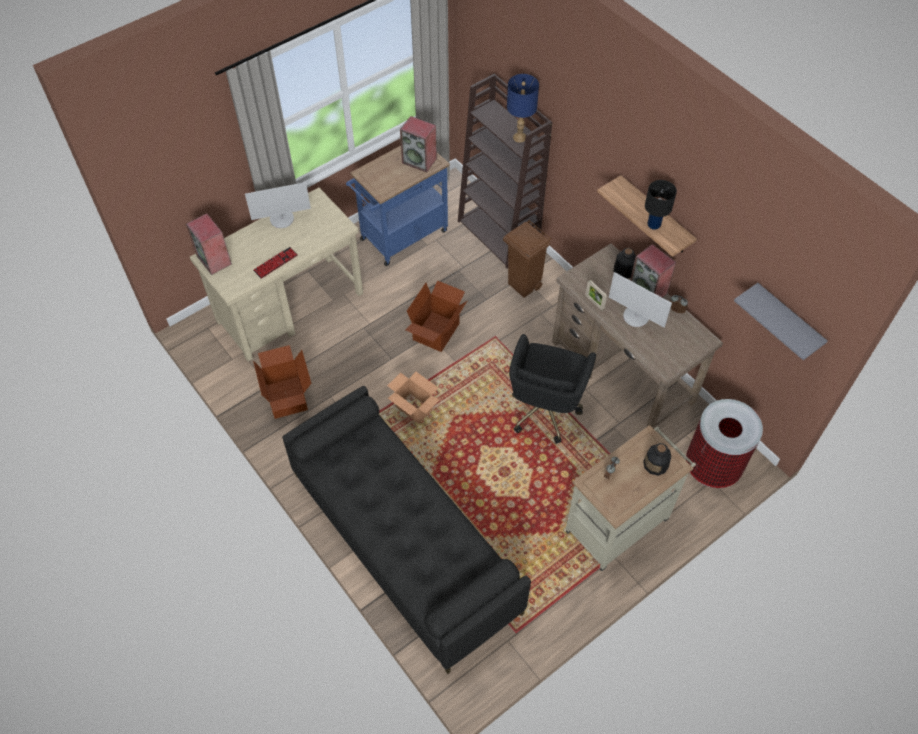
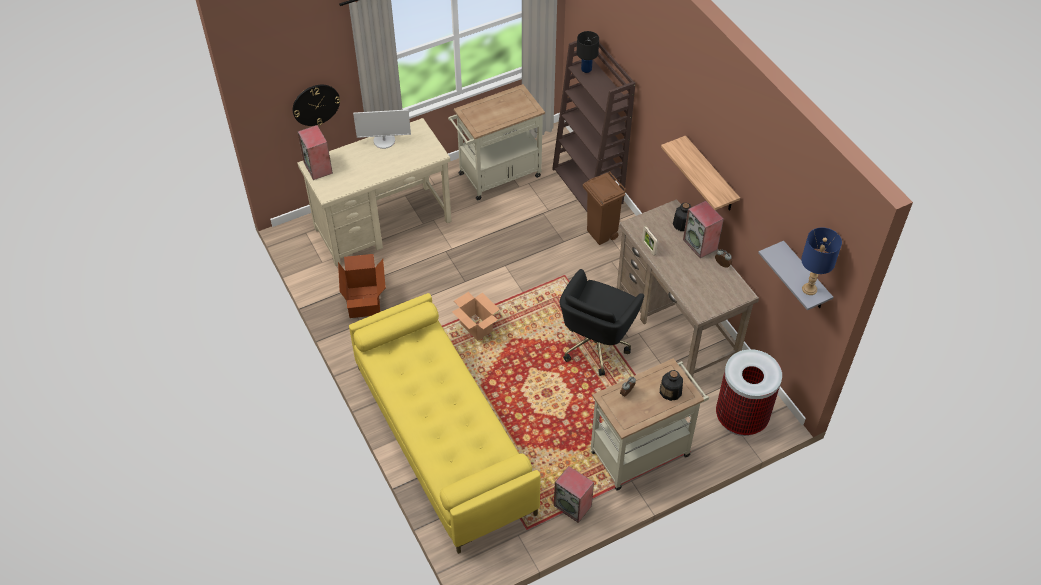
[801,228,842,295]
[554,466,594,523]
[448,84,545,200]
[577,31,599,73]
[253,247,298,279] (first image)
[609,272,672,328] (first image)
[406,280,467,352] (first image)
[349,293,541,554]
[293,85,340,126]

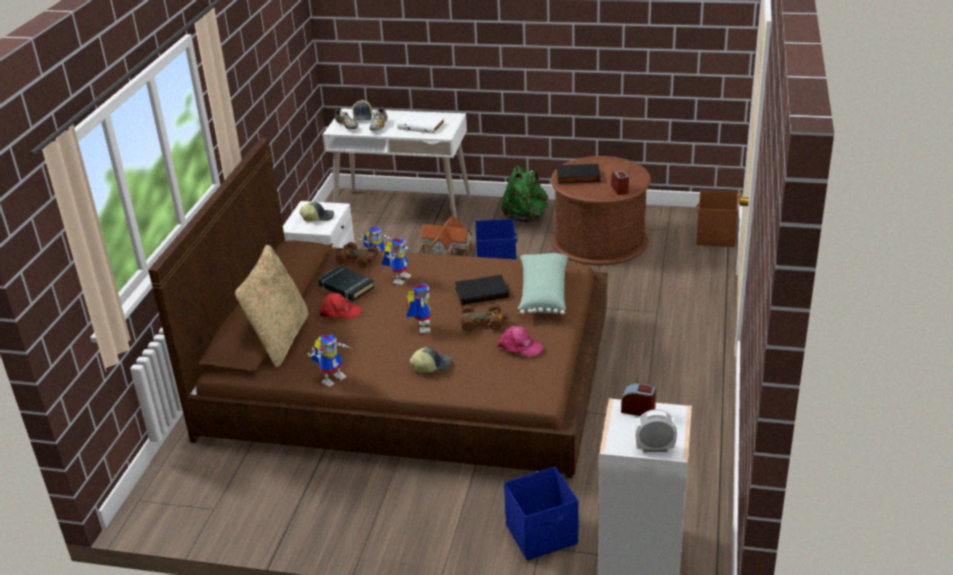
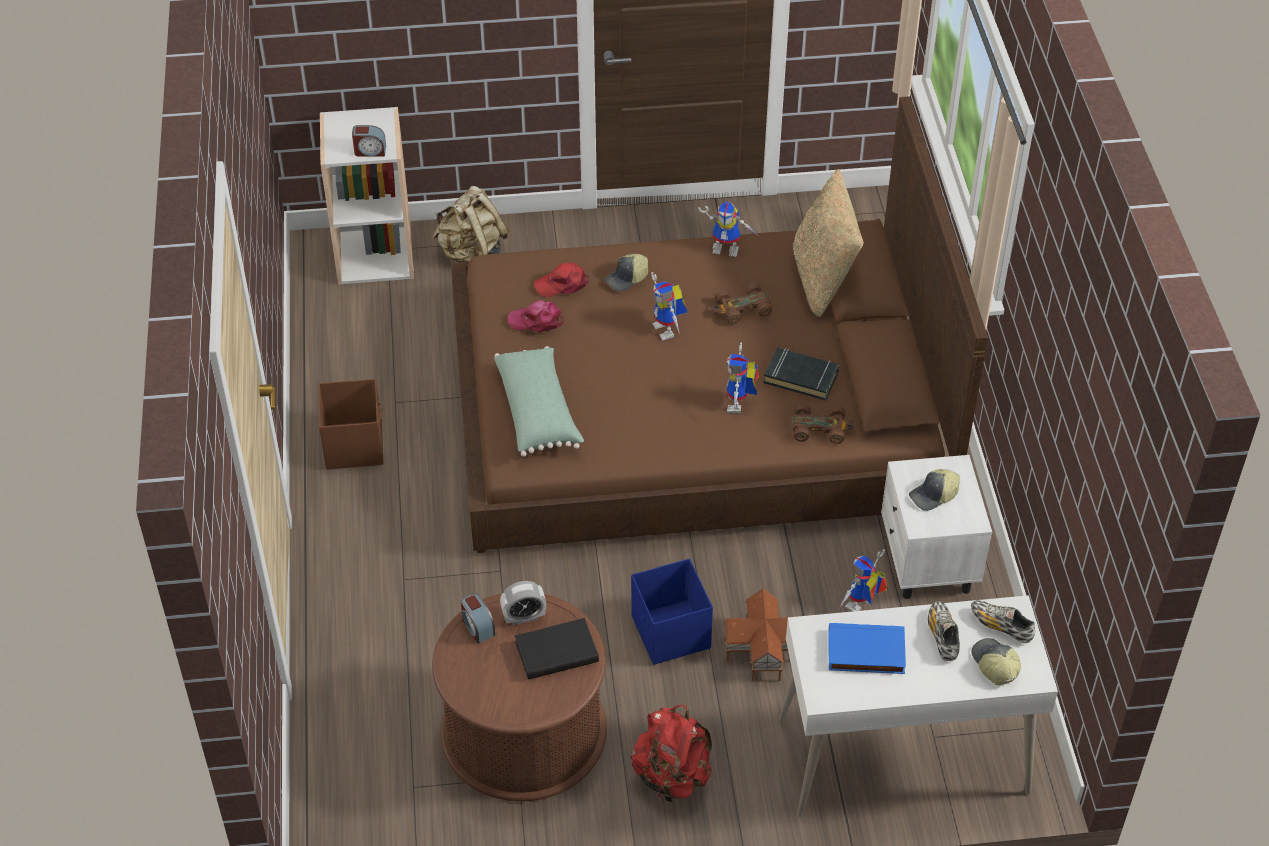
[829,623,906,674]
[631,705,712,803]
[319,379,383,470]
[455,275,509,305] (first image)
[534,263,589,297]
[712,282,772,324]
[698,201,758,257]
[500,581,546,625]
[433,186,509,262]

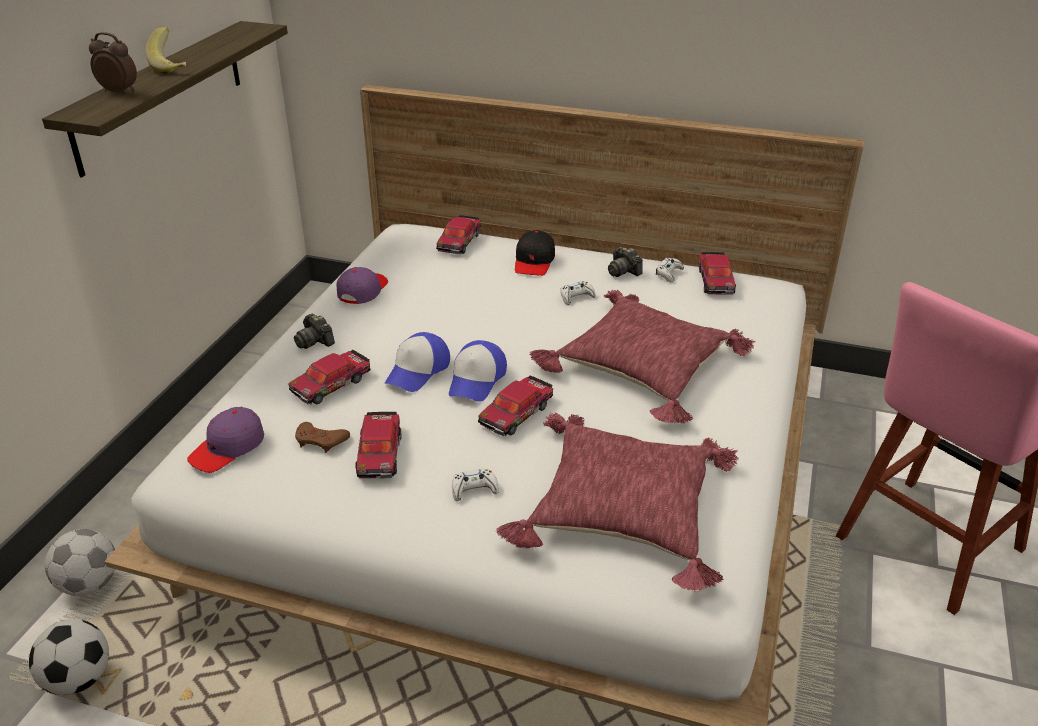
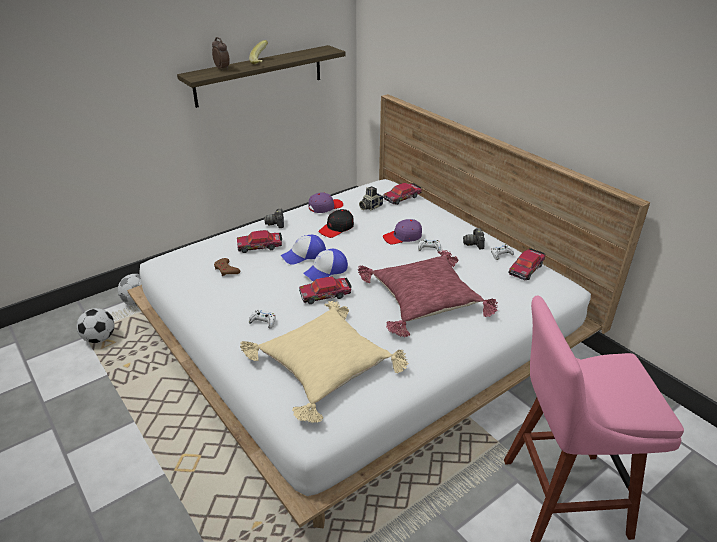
[318,209,354,238]
[383,219,422,244]
[355,412,401,479] (first image)
[240,300,409,423]
[359,186,383,210]

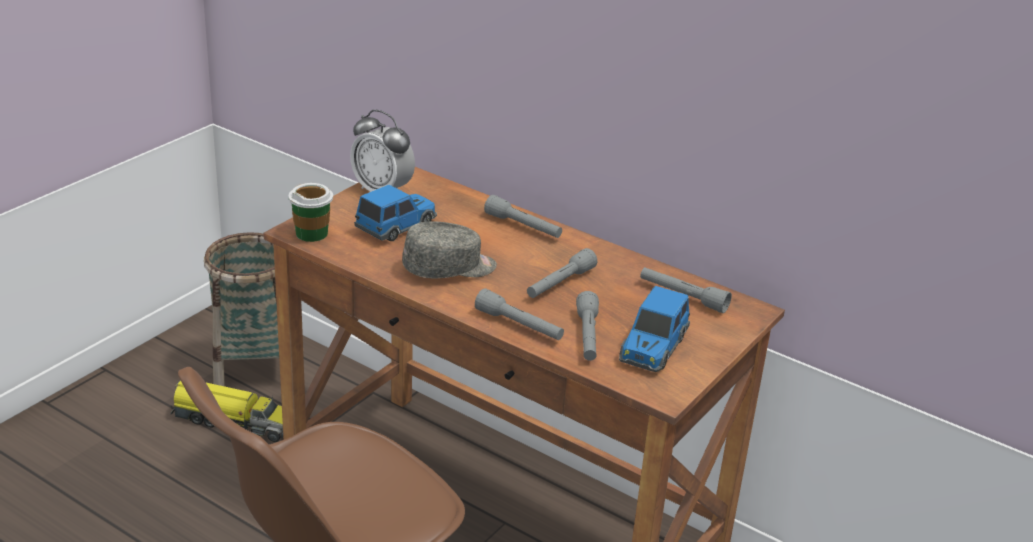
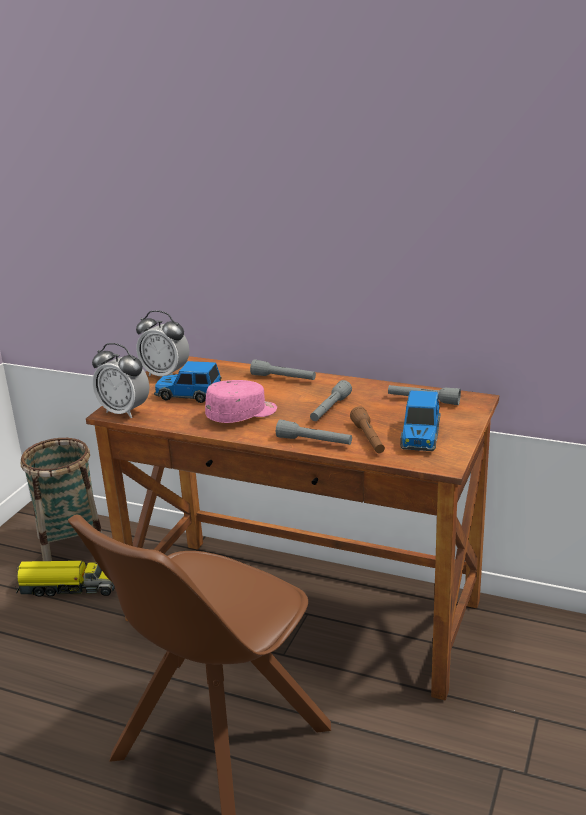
[92,343,149,418]
[154,361,222,403]
[205,380,277,423]
[350,406,385,453]

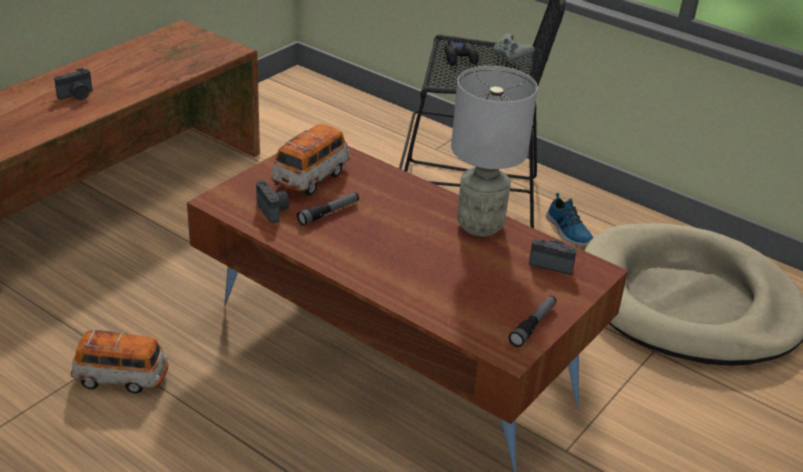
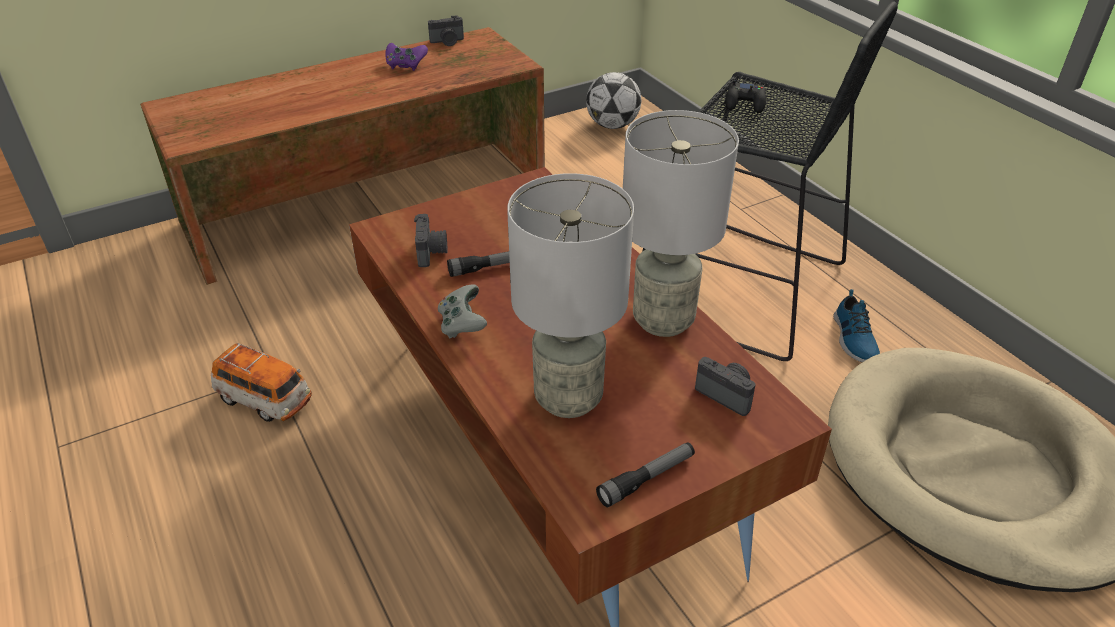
[438,284,487,339]
[428,15,464,46]
[271,124,350,196] (first image)
[385,43,428,71]
[586,72,641,129]
[507,173,634,418]

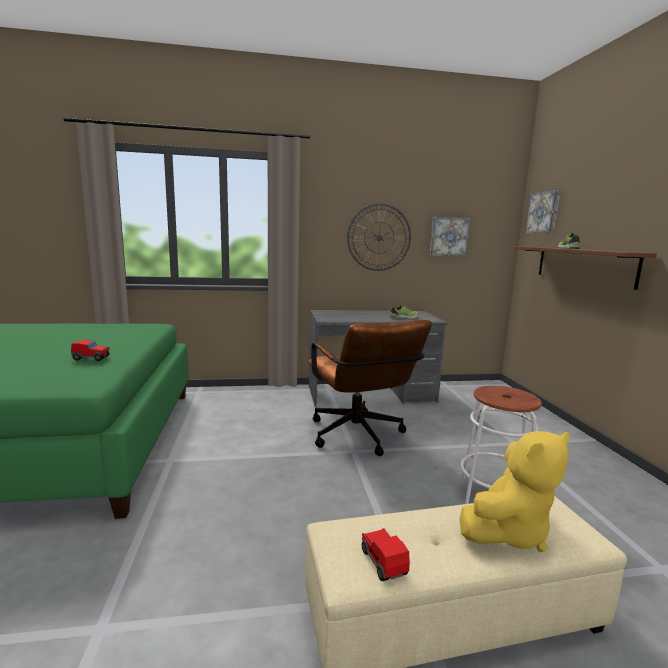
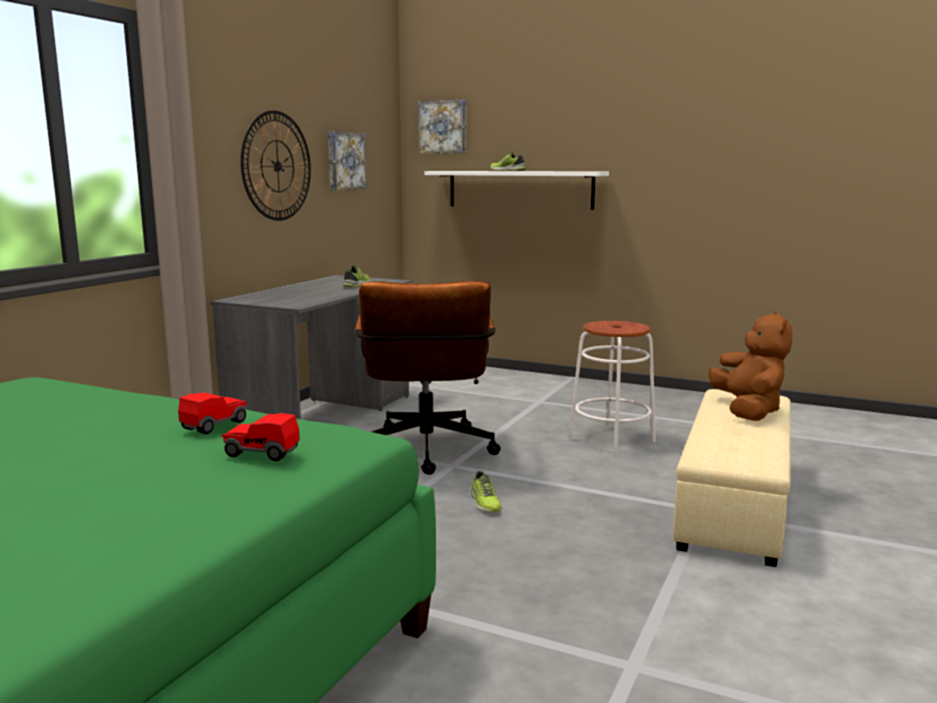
[425,171,609,210]
[355,280,501,475]
[709,311,793,421]
[222,413,300,461]
[471,471,502,512]

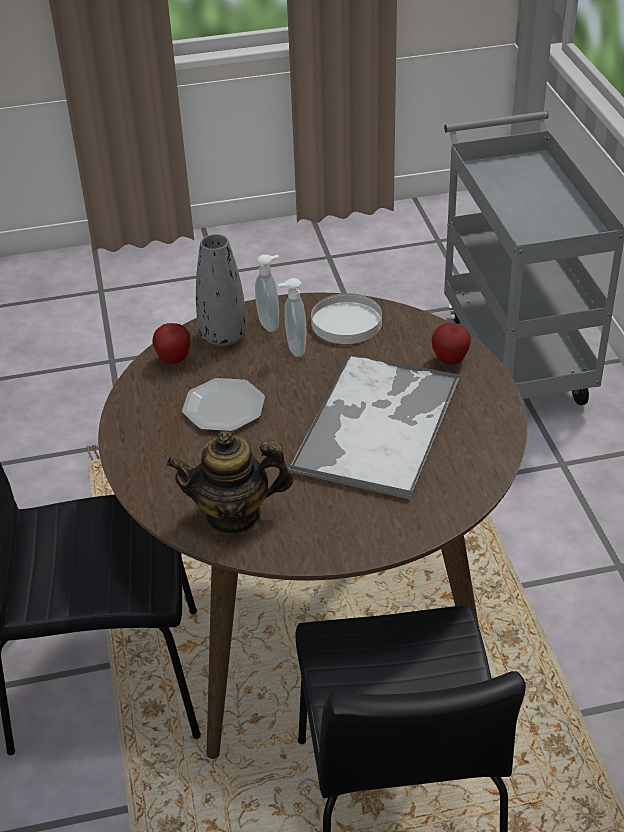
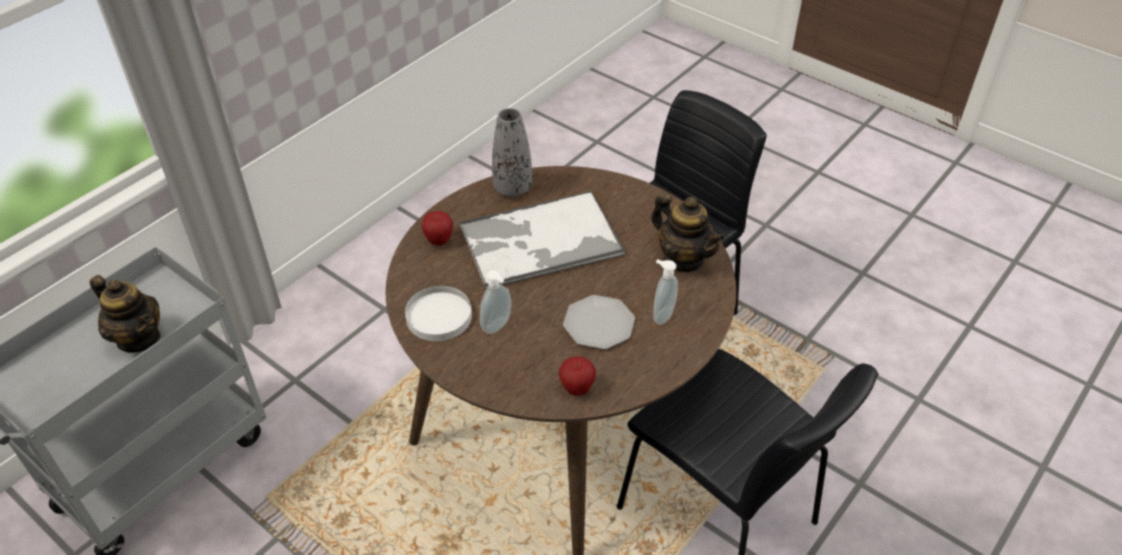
[492,108,532,197]
[653,259,678,325]
[89,275,161,353]

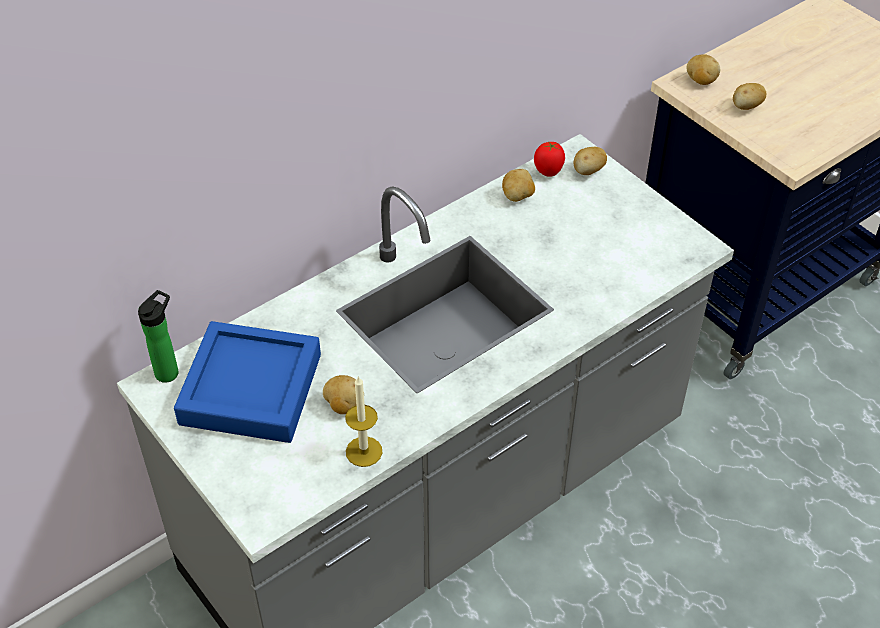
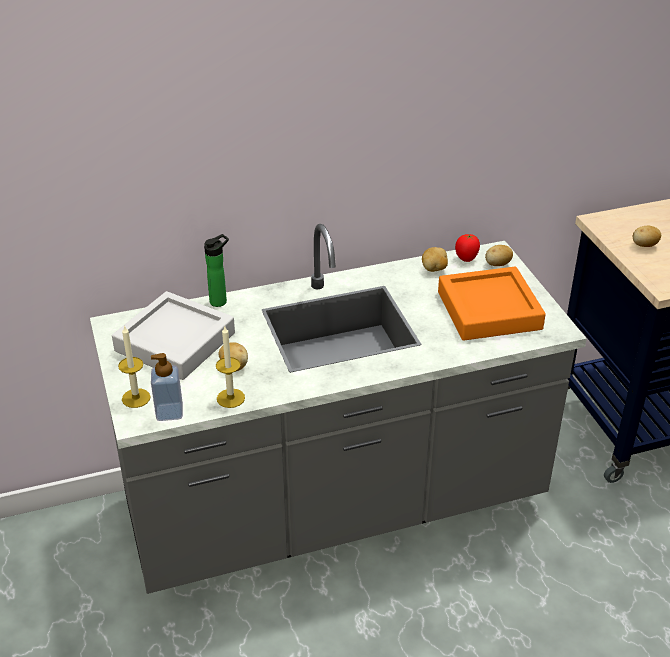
[686,54,721,85] (first image)
[204,234,229,307]
[112,291,235,380]
[438,267,546,340]
[118,325,151,408]
[151,353,183,421]

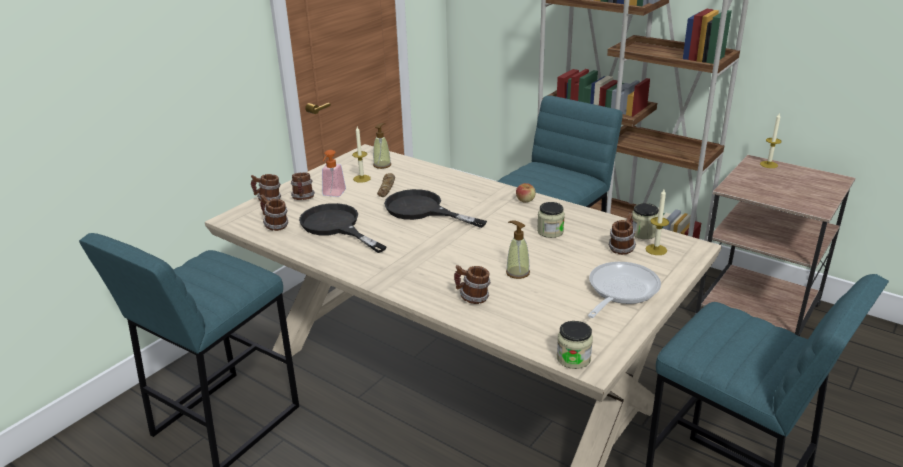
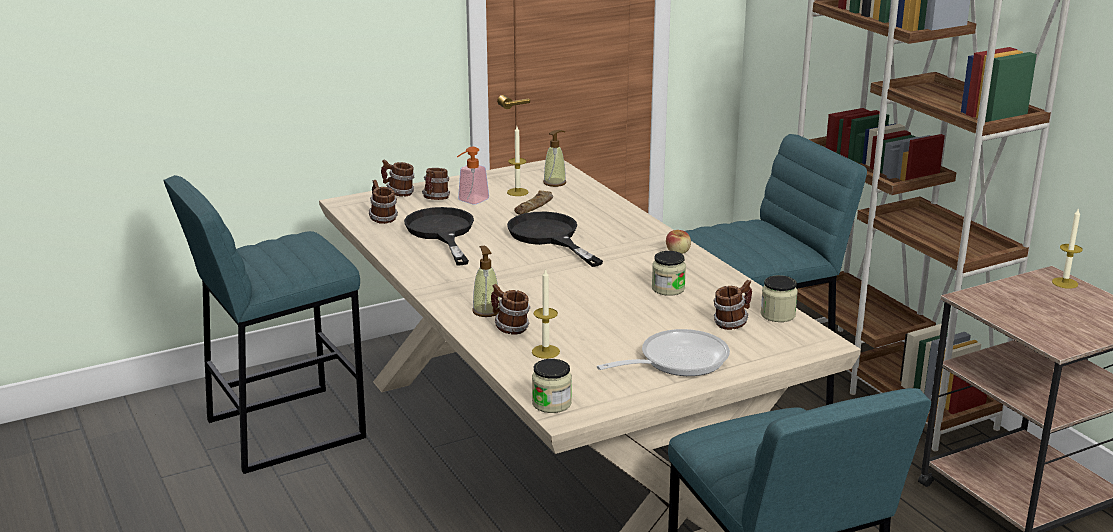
[532,268,560,359]
[472,246,500,317]

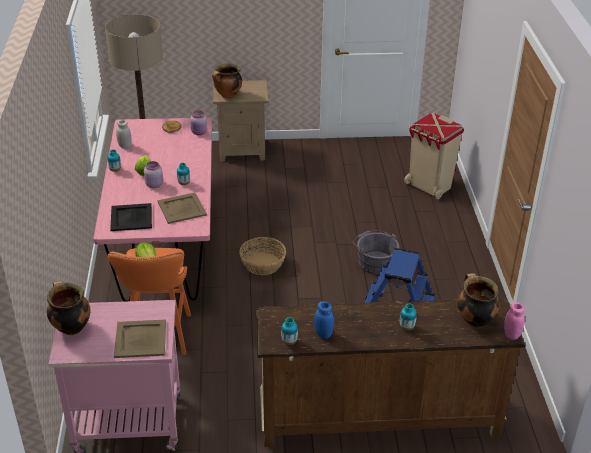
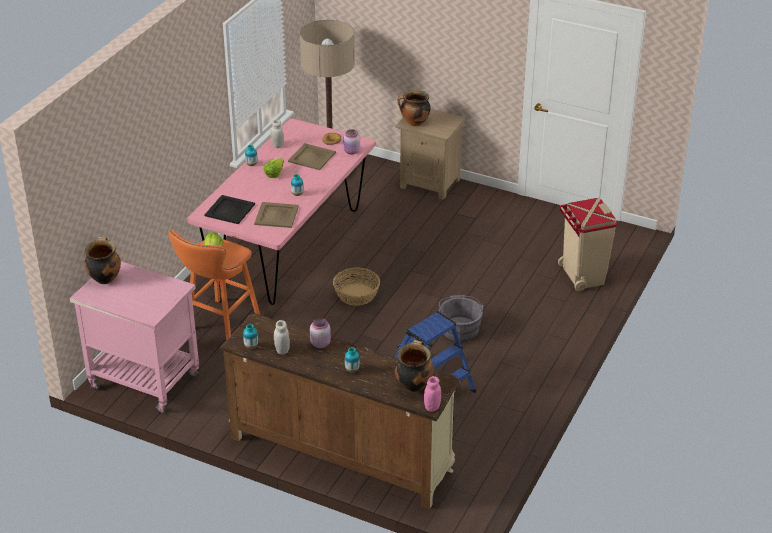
[310,318,331,348]
[274,320,290,355]
[288,143,336,170]

